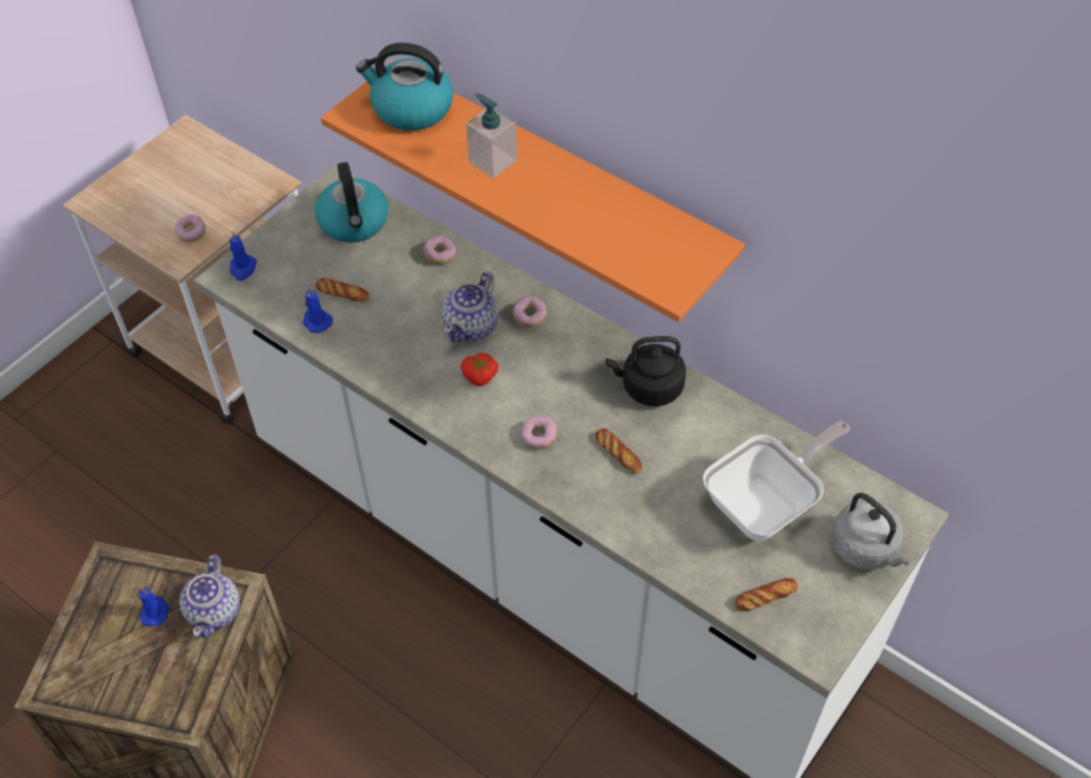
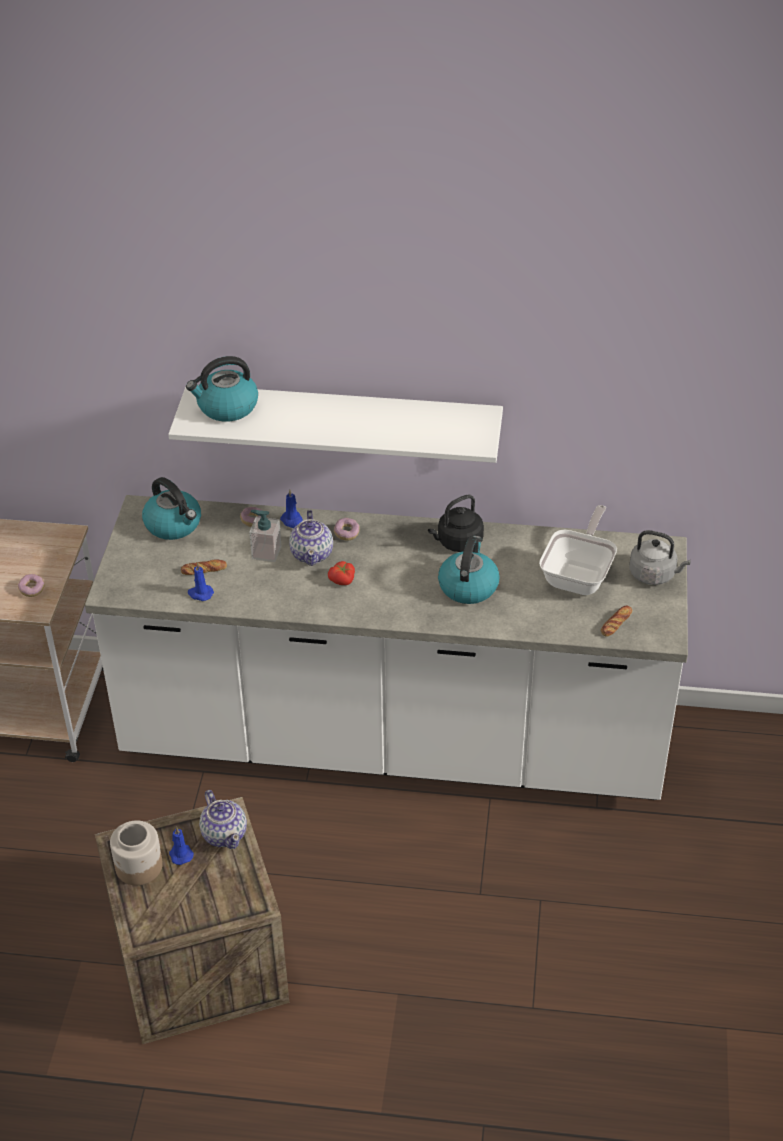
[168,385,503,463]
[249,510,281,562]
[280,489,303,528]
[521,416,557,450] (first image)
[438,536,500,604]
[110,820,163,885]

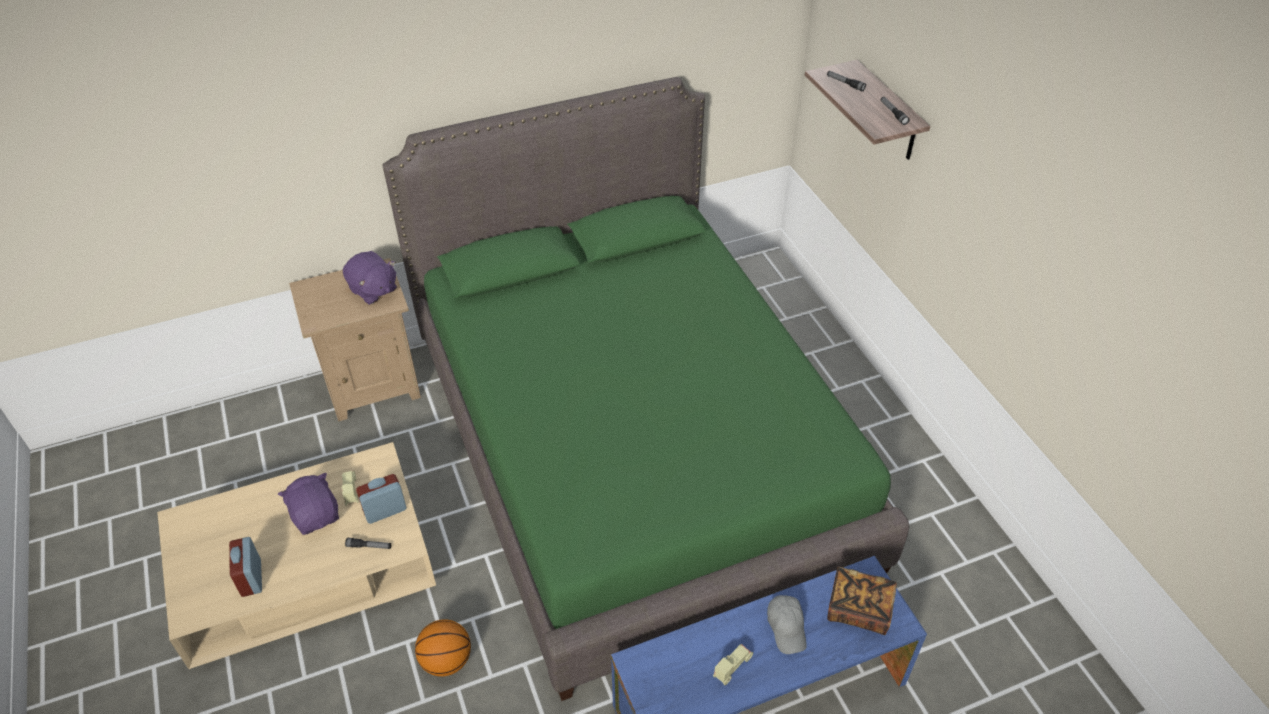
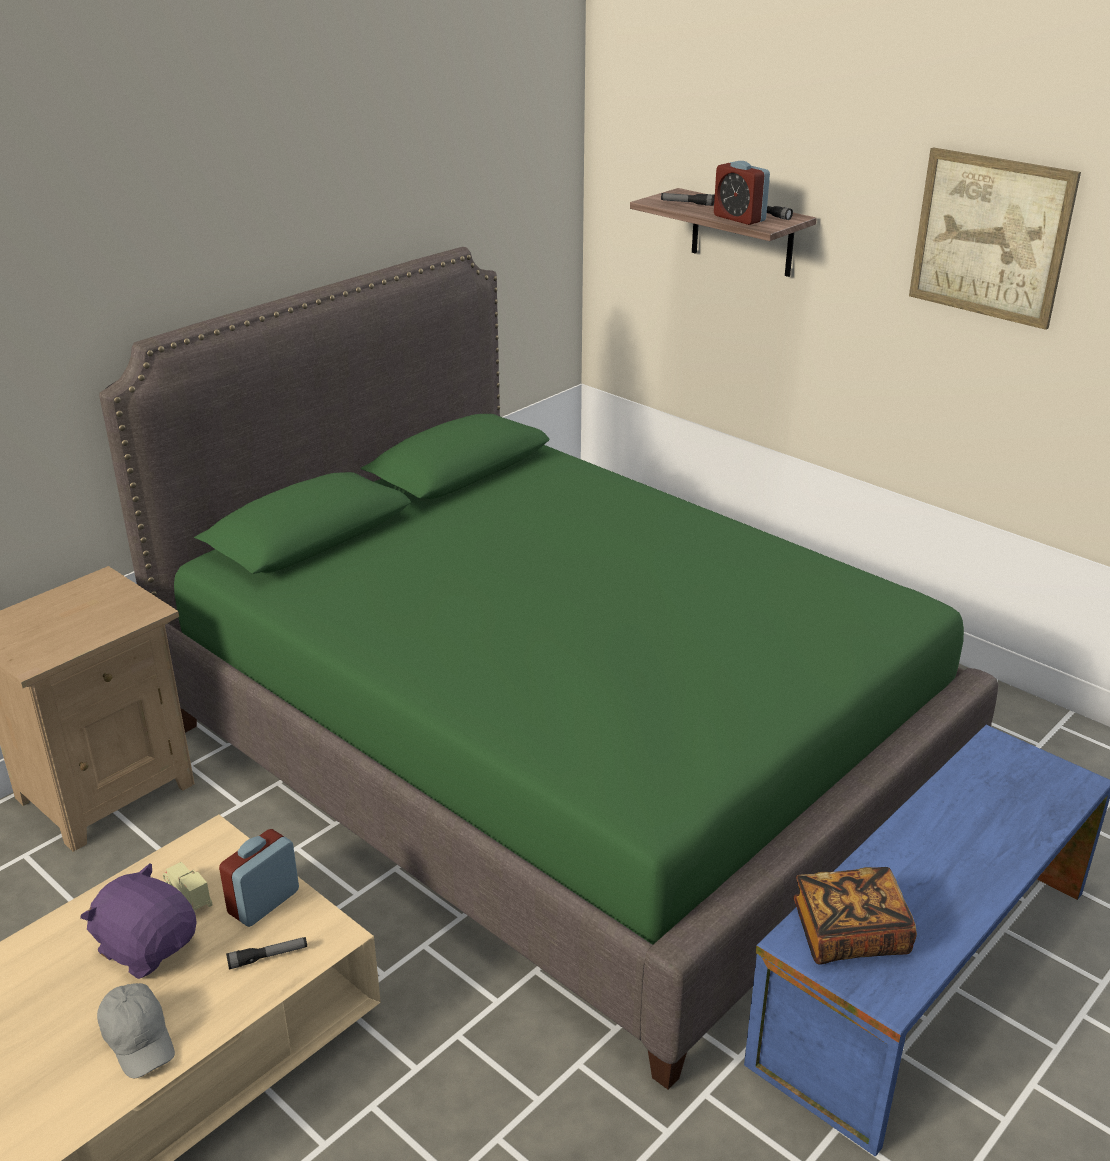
[343,251,397,305] (first image)
[714,161,770,225]
[793,867,917,965]
[97,983,175,1079]
[415,619,471,677] (first image)
[713,644,753,685] (first image)
[909,147,1081,330]

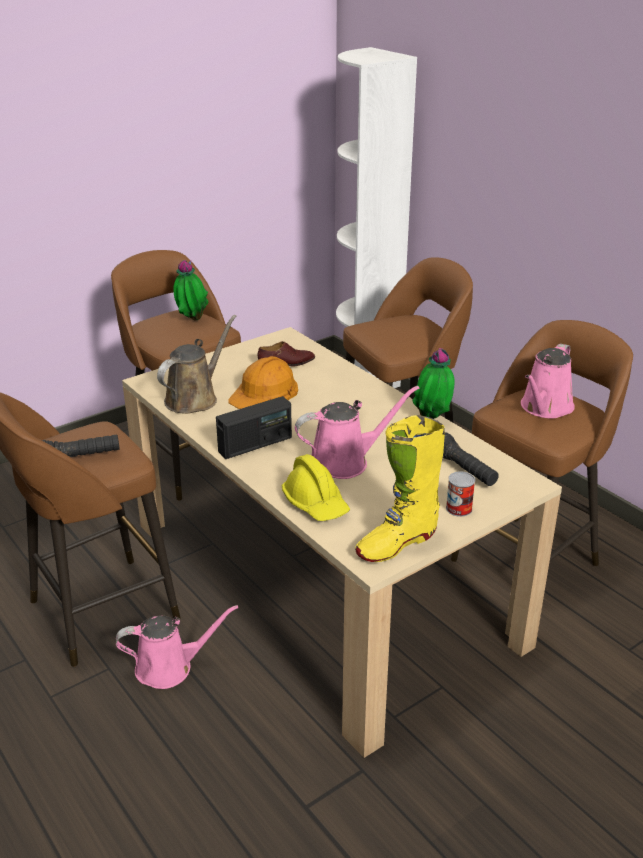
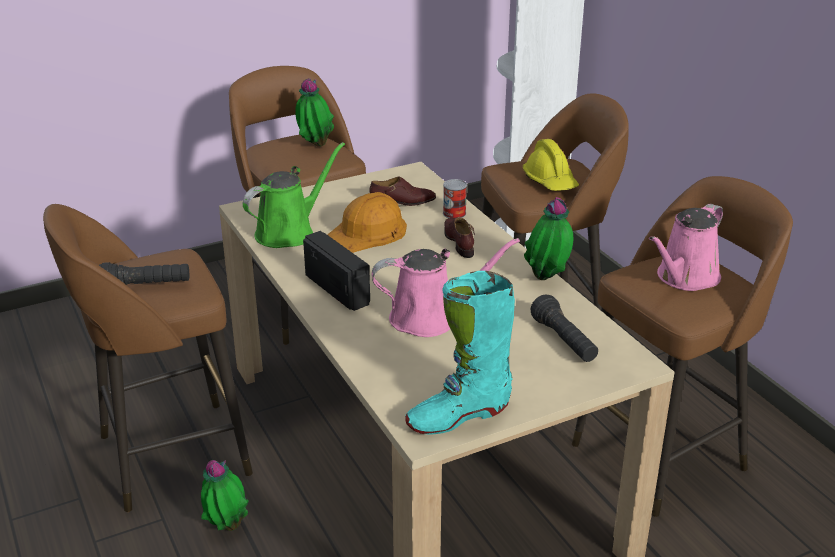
[243,142,345,248]
[303,231,370,311]
[405,271,515,435]
[523,139,579,191]
[443,179,467,218]
[201,460,249,531]
[444,217,475,258]

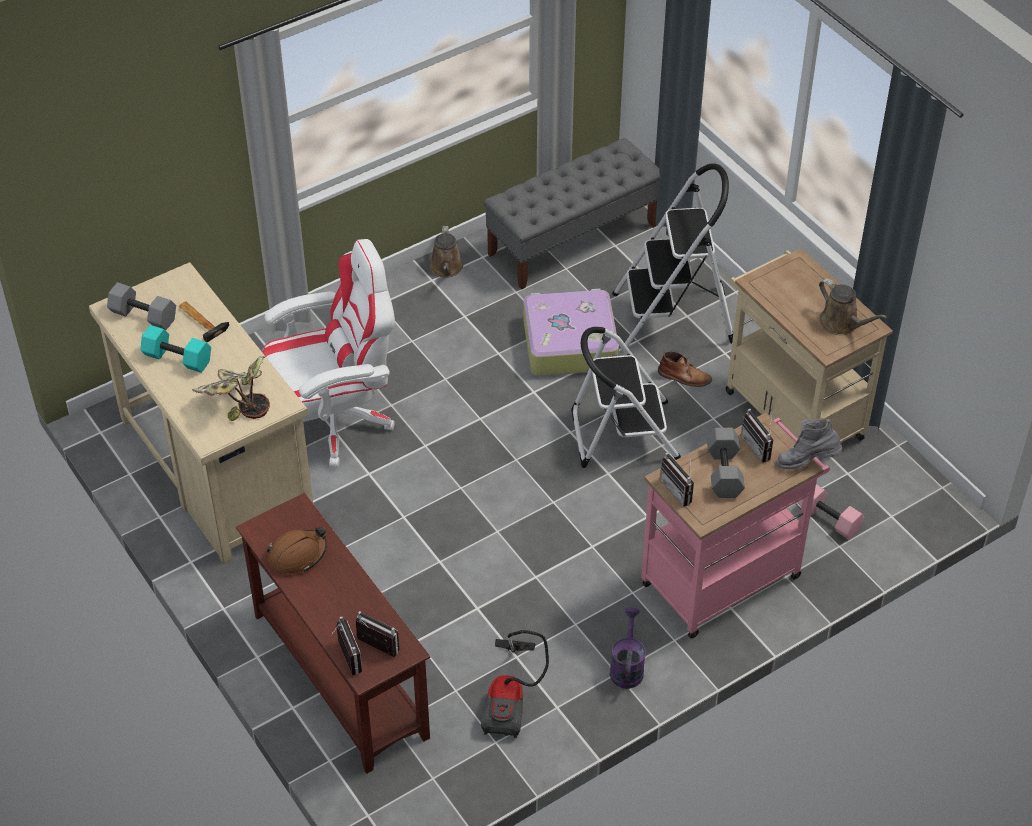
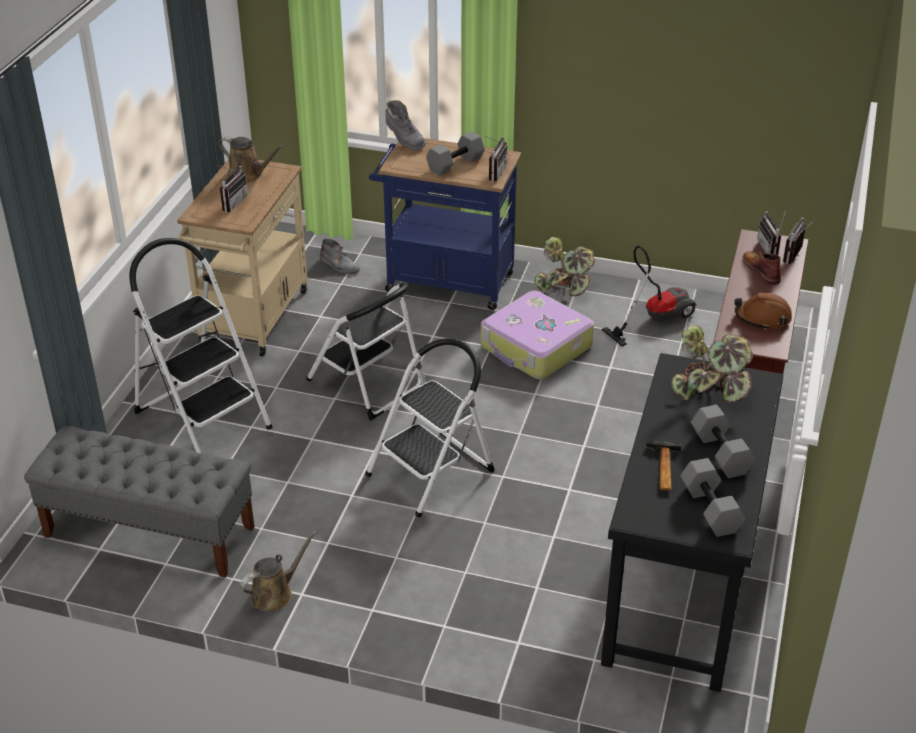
[262,239,395,467] (first image)
[601,353,783,692]
[218,137,284,182]
[481,291,594,379]
[691,405,755,478]
[743,251,781,285]
[217,165,248,212]
[369,138,521,310]
[320,239,360,274]
[534,237,595,296]
[365,338,494,517]

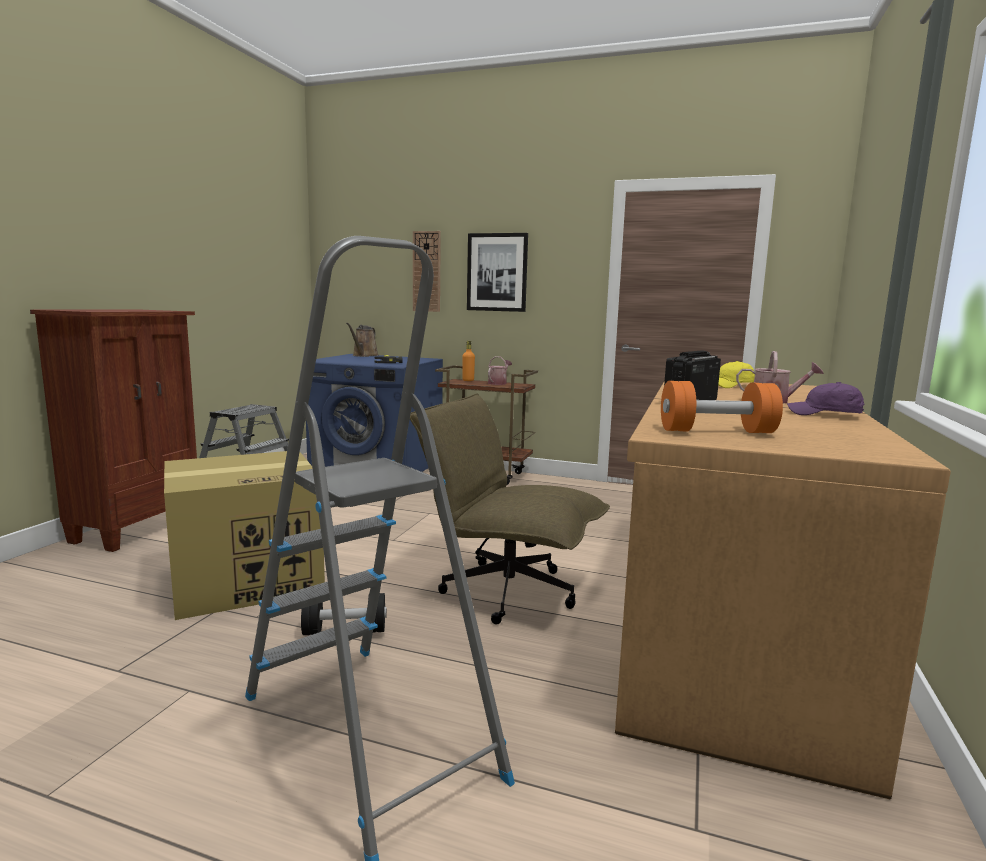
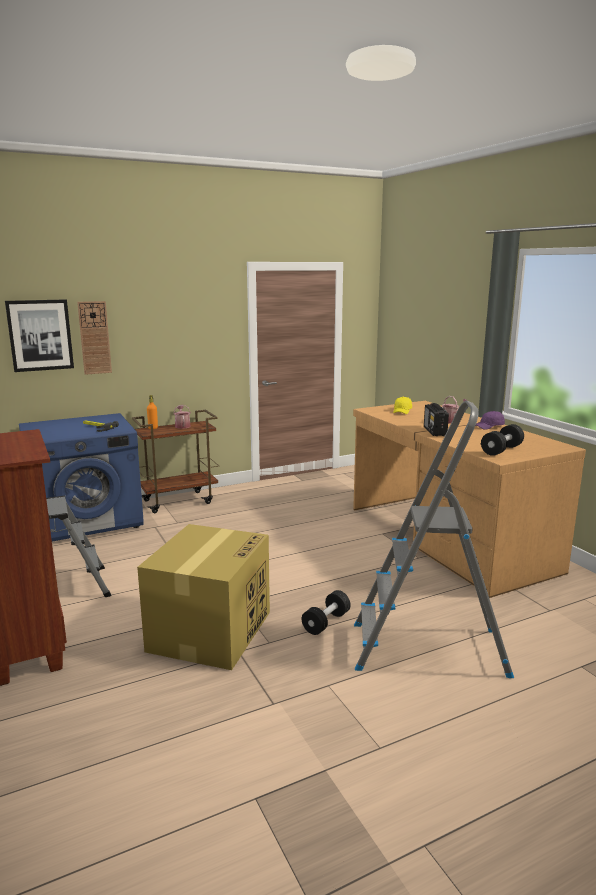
[5,299,74,372]
[346,323,379,357] (first image)
[481,424,524,456]
[410,393,610,625] (first image)

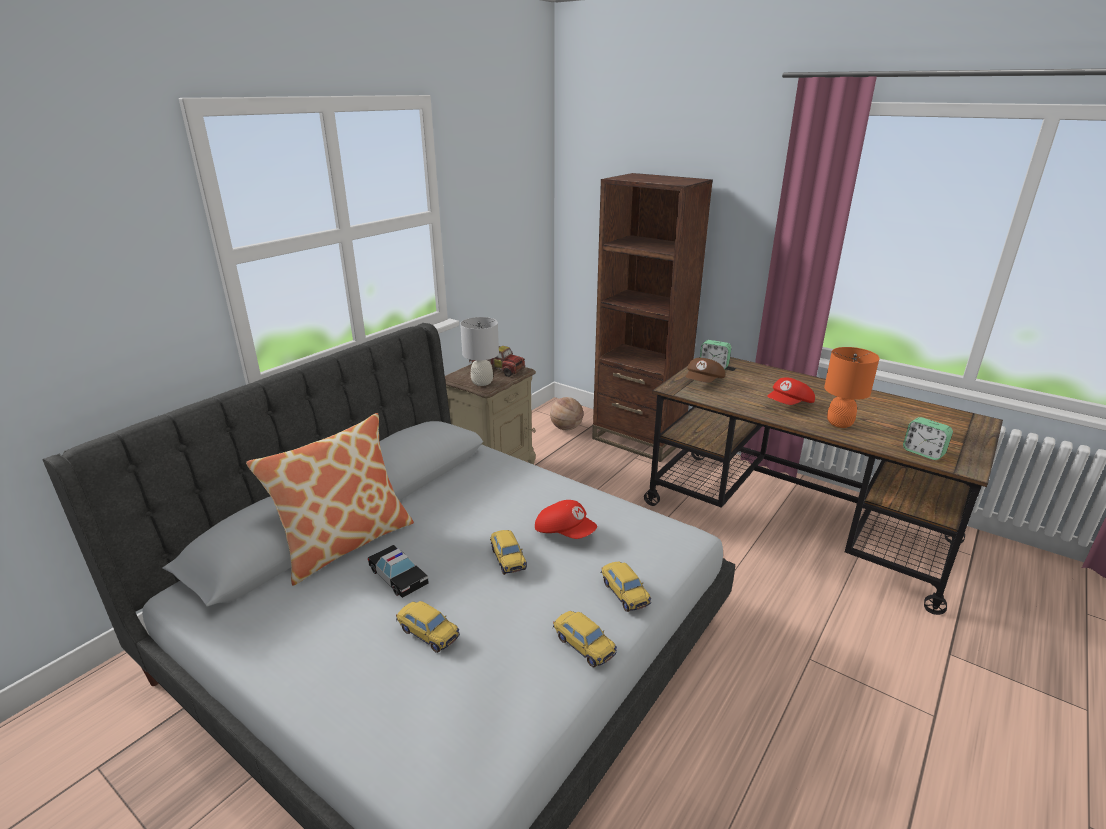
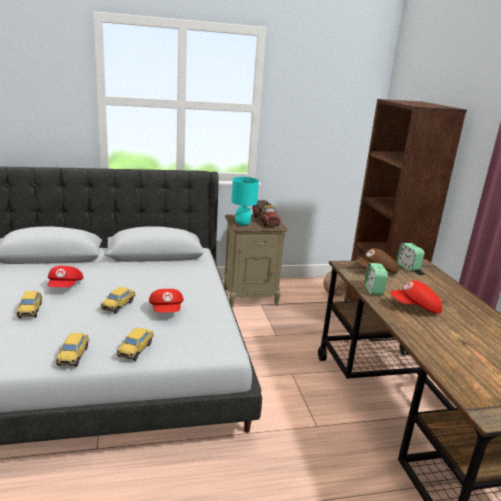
[231,177,259,225]
[824,347,880,428] (first image)
[246,413,414,586] (first image)
[364,263,388,295]
[47,266,83,287]

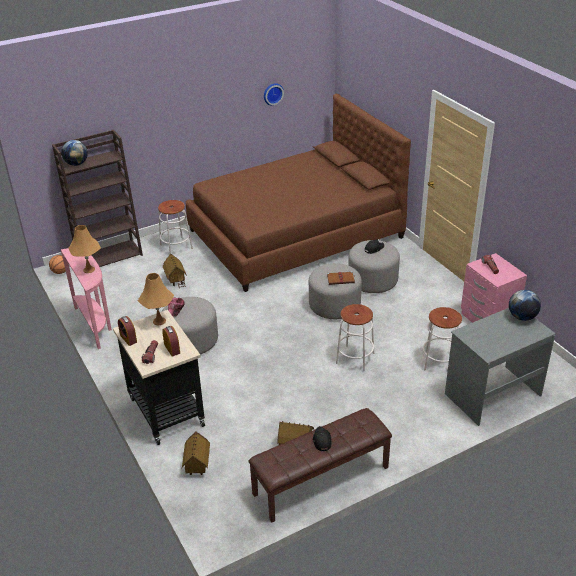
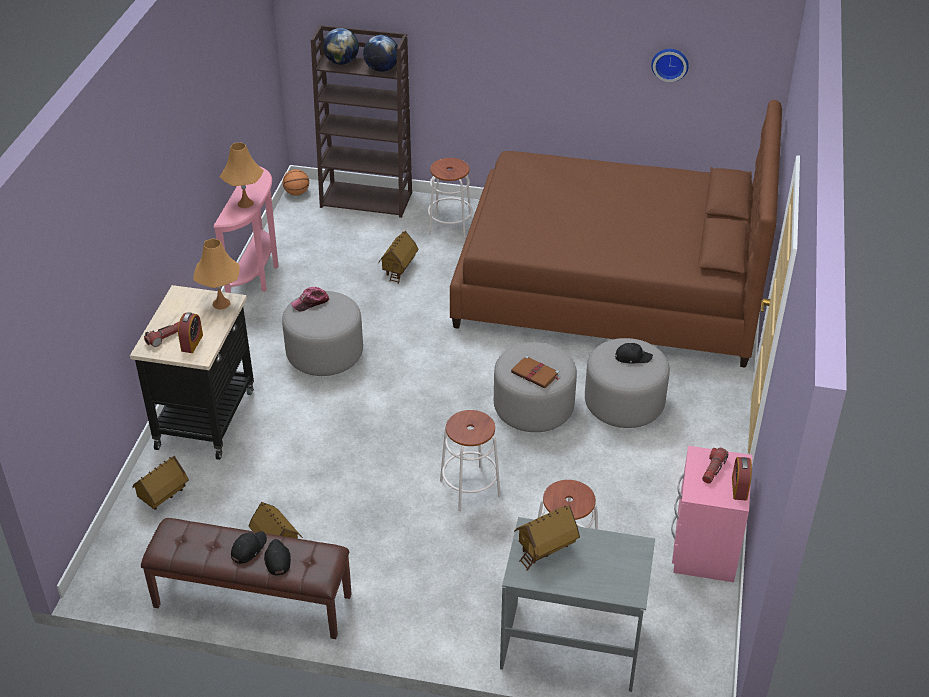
[363,35,398,72]
[732,457,752,500]
[514,505,580,571]
[264,539,291,575]

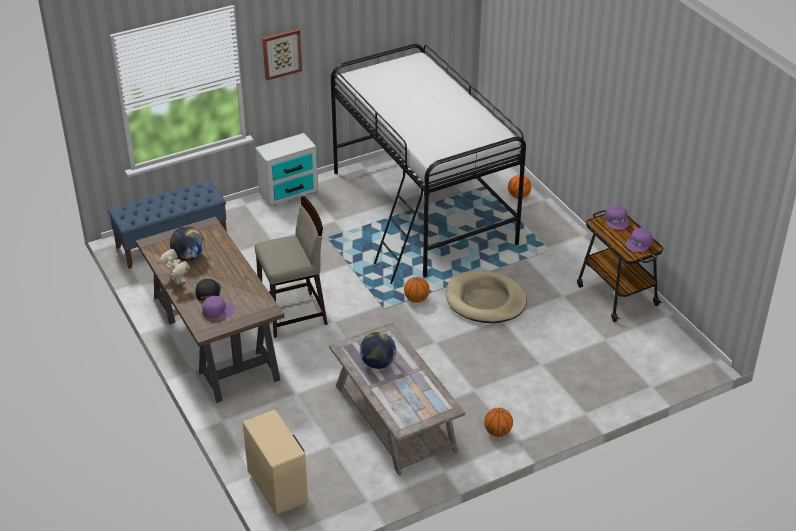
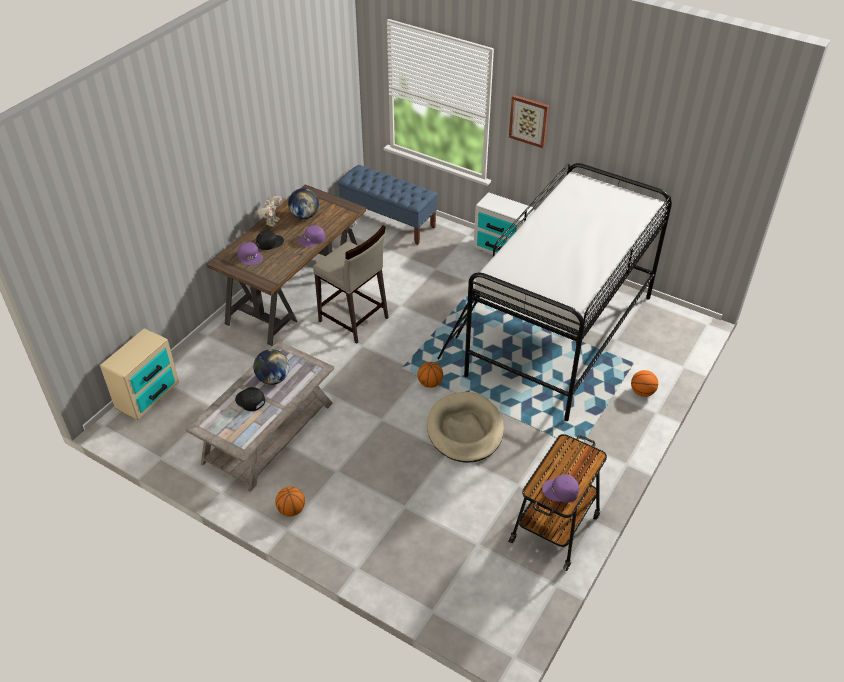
[298,225,326,247]
[235,387,265,411]

